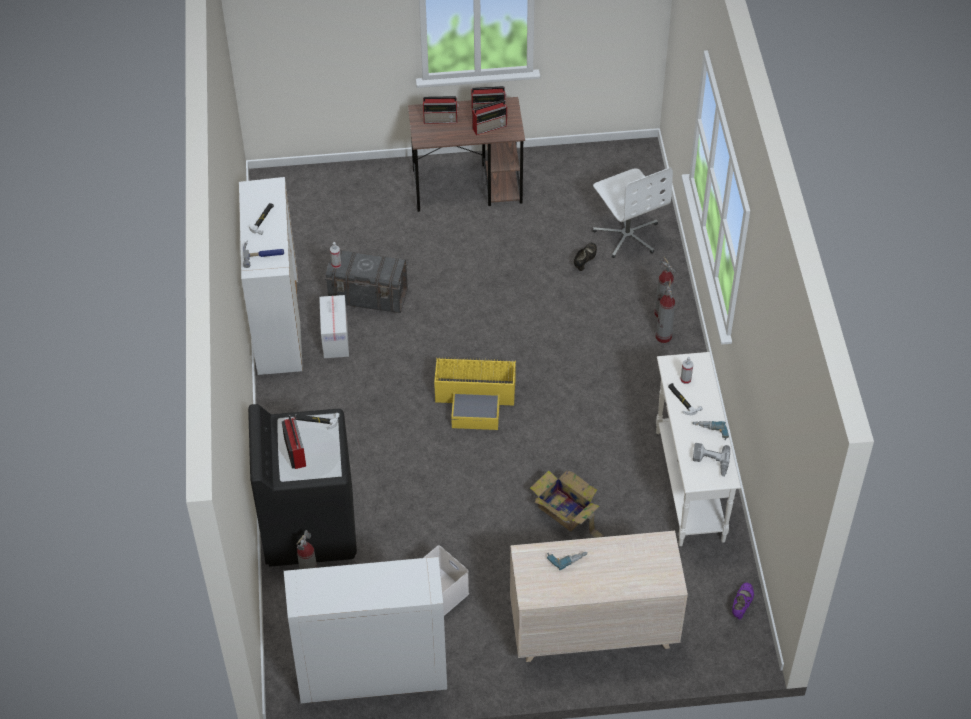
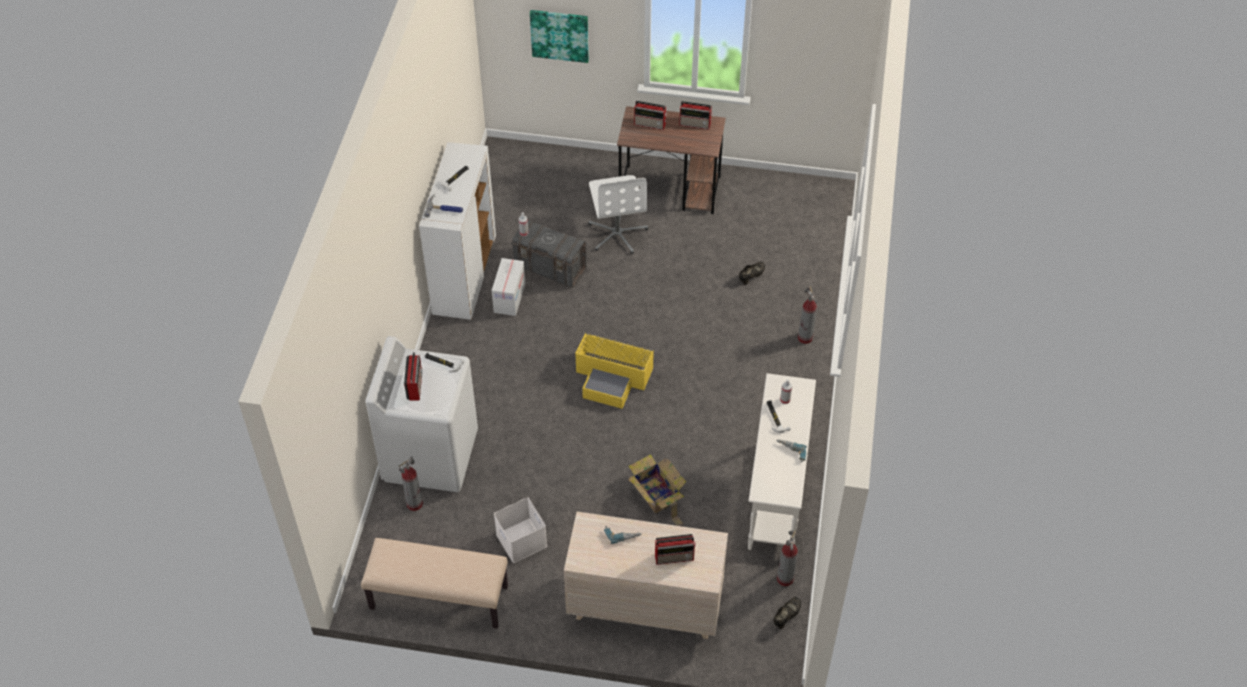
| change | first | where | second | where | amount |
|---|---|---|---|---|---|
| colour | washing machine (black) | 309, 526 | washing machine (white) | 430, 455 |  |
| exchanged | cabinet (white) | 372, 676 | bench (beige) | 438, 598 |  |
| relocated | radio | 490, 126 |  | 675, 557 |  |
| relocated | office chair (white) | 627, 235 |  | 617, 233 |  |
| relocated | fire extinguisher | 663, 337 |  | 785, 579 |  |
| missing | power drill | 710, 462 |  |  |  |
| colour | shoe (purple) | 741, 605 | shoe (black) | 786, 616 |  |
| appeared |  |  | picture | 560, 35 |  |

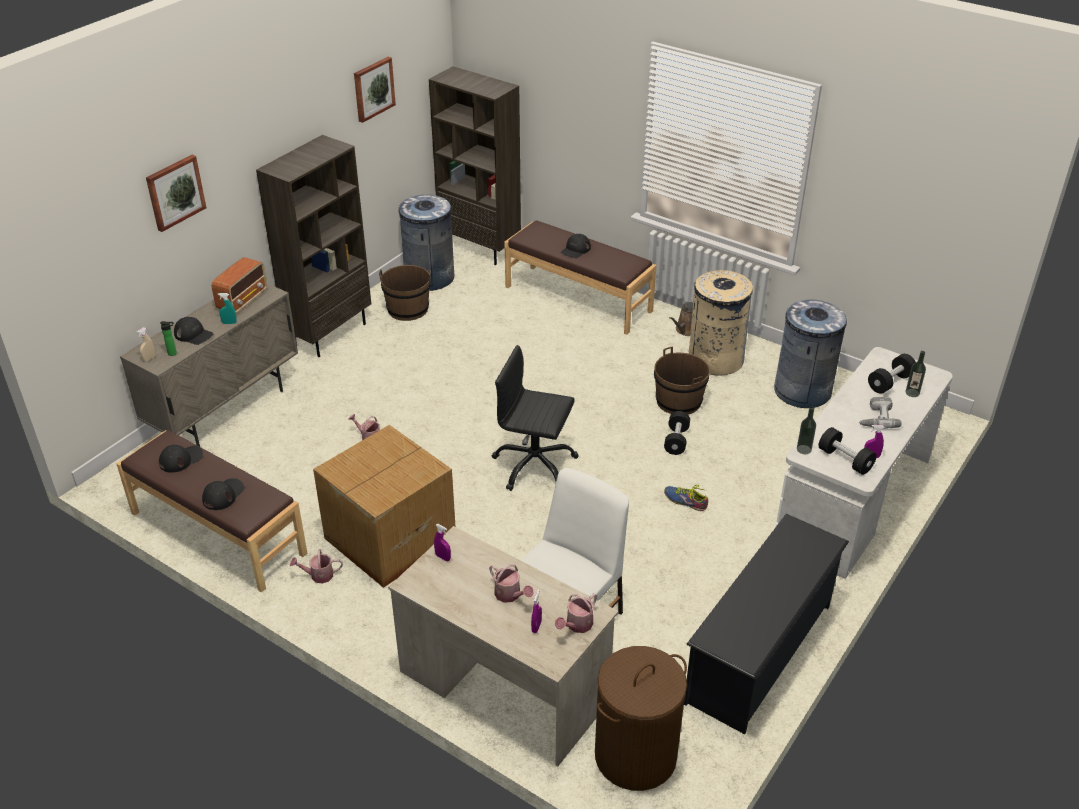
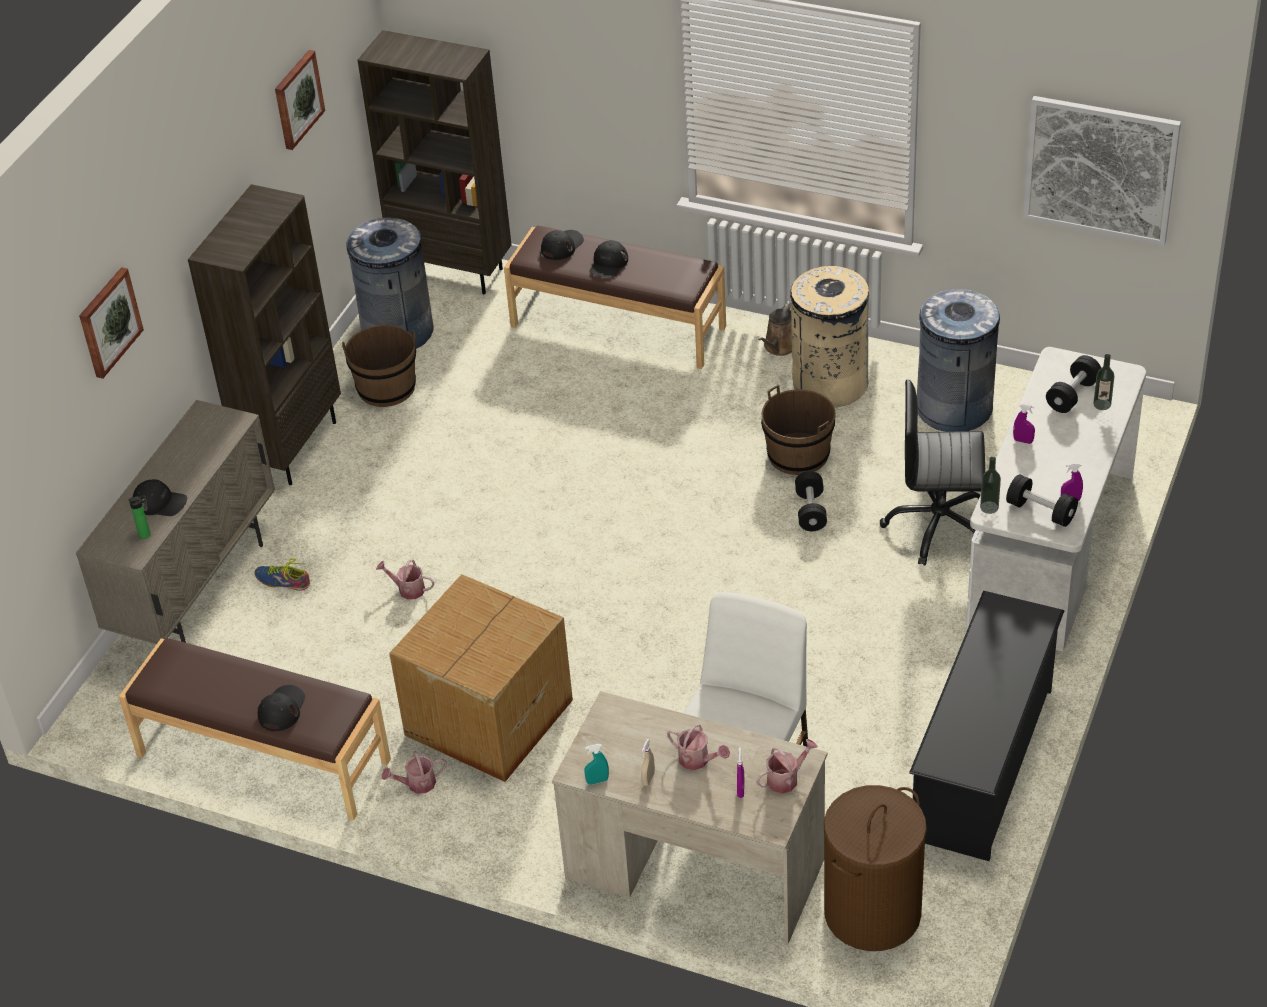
| change | first | where | second | where | amount |
|---|---|---|---|---|---|
| relocated | spray bottle (beige) | 149, 359 |  | 648, 779 |  |
| relocated | cap (black) | 181, 459 |  | 562, 246 |  |
| missing | radio | 243, 300 |  |  |  |
| relocated | spray bottle (turquoise) | 229, 323 |  | 597, 781 |  |
| relocated | spray bottle (purple) | 443, 557 |  | 1023, 441 |  |
| relocated | office chair (black) | 534, 466 |  | 938, 527 |  |
| spun | watering can | 577, 625 |  | 786, 778 | 150 degrees counterclockwise |
| relocated | shoe | 685, 501 |  | 283, 581 |  |
| missing | power drill | 875, 417 |  |  |  |
| appeared |  |  | picture | 1100, 169 |  |

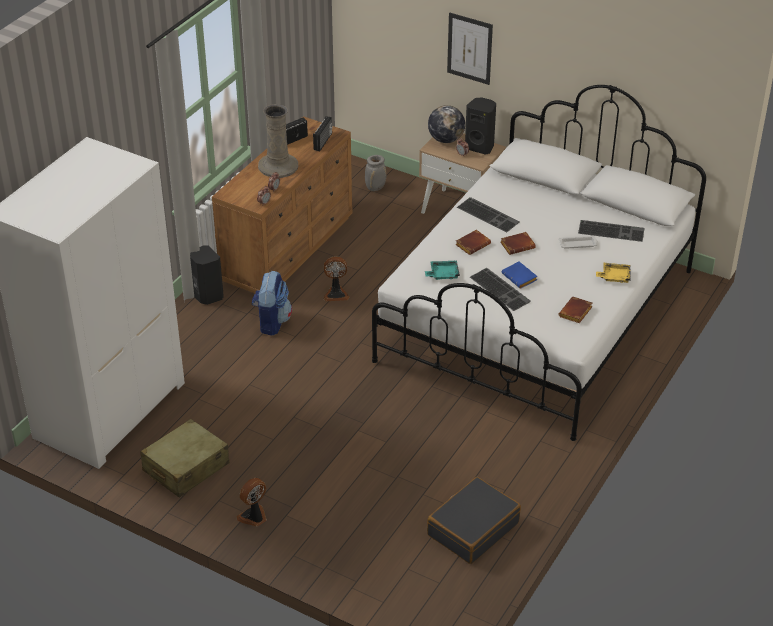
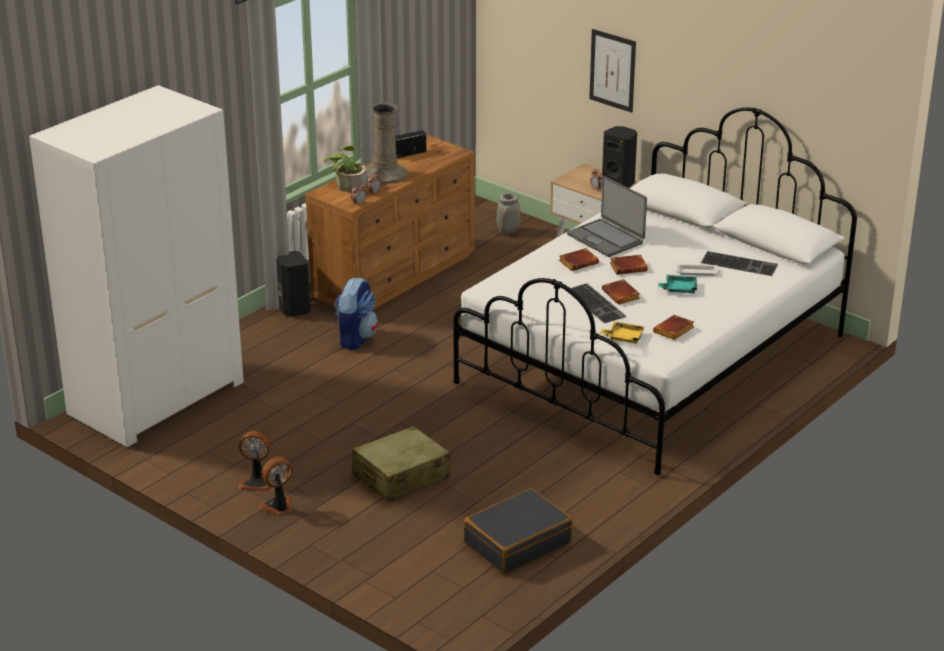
| change | first | where | second | where | amount |
|---|---|---|---|---|---|
| relocated | suitcase (beige) | 185, 467 |  | 400, 477 |  |
| missing | radio | 323, 141 |  |  |  |
| relocated | fan | 336, 294 |  | 257, 482 |  |
| relocated | tray (turquoise) | 443, 274 |  | 679, 289 |  |
| missing | globe | 446, 140 |  |  |  |
| exchanged | keyboard | 489, 214 | laptop | 606, 239 |  |
| colour | book (blue) | 520, 278 | book (brown) | 622, 295 |  |
| relocated | tray (yellow) | 614, 277 |  | 623, 337 |  |
| appeared |  |  | potted plant | 347, 185 |  |

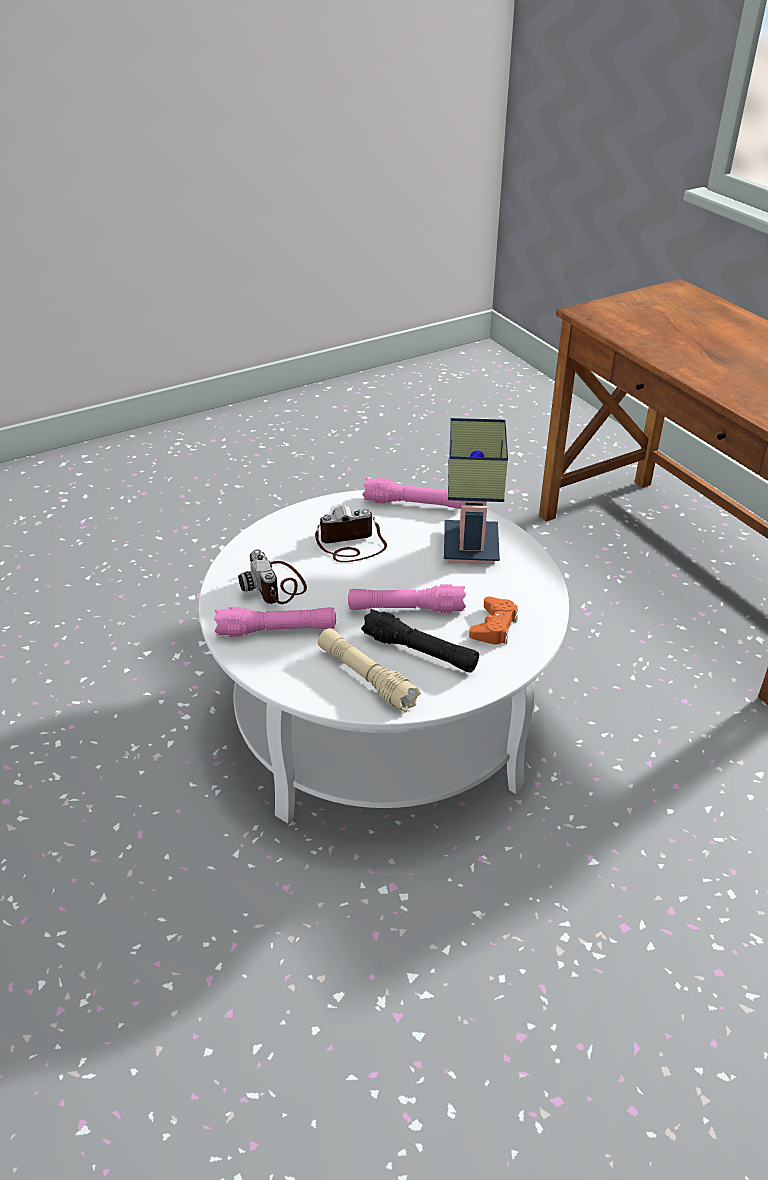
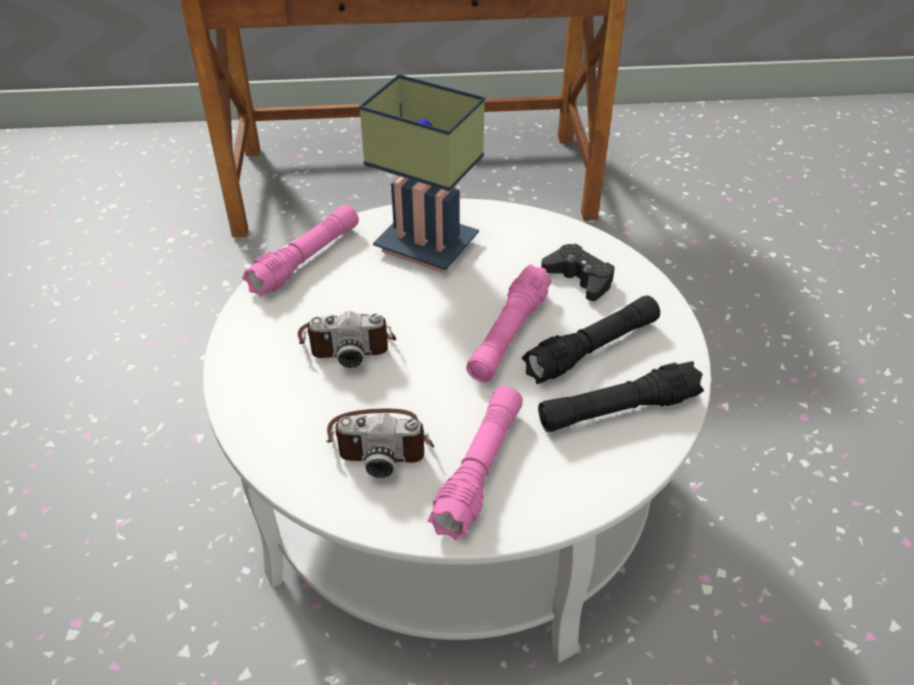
| change | first | where | second | where | amount |
|---|---|---|---|---|---|
| spun | photo camera | 351, 545 |  | 347, 341 | 105 degrees counterclockwise |
| colour | flashlight (beige) | 366, 678 | flashlight (black) | 617, 410 |  |
| colour | game controller (orange) | 494, 627 | game controller (black) | 579, 279 |  |

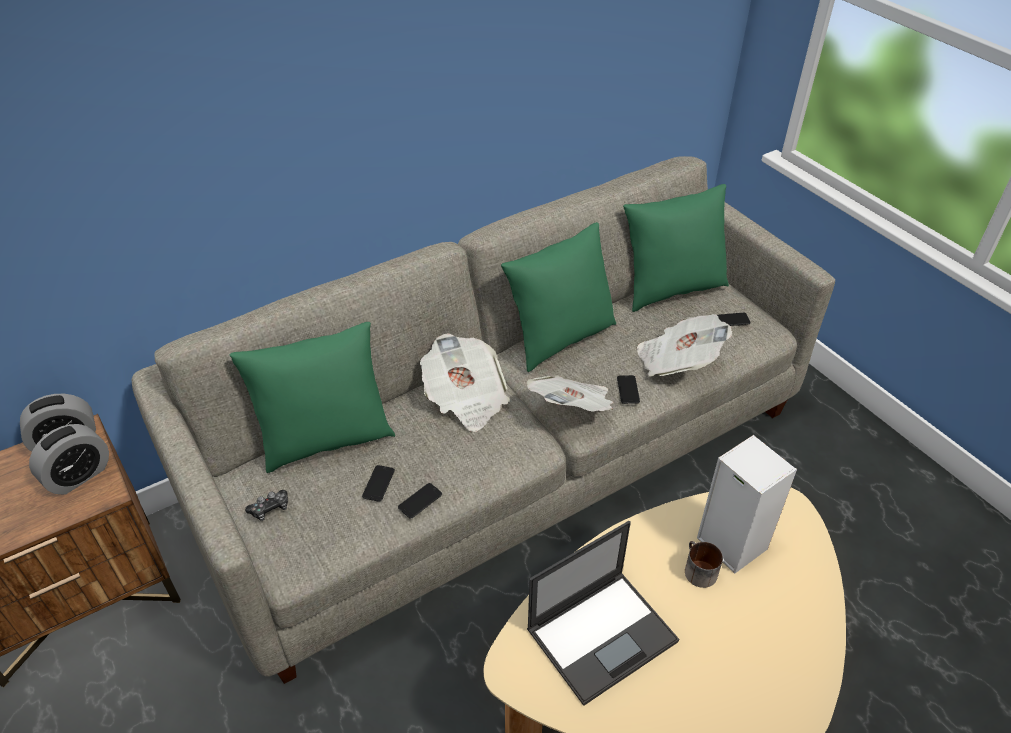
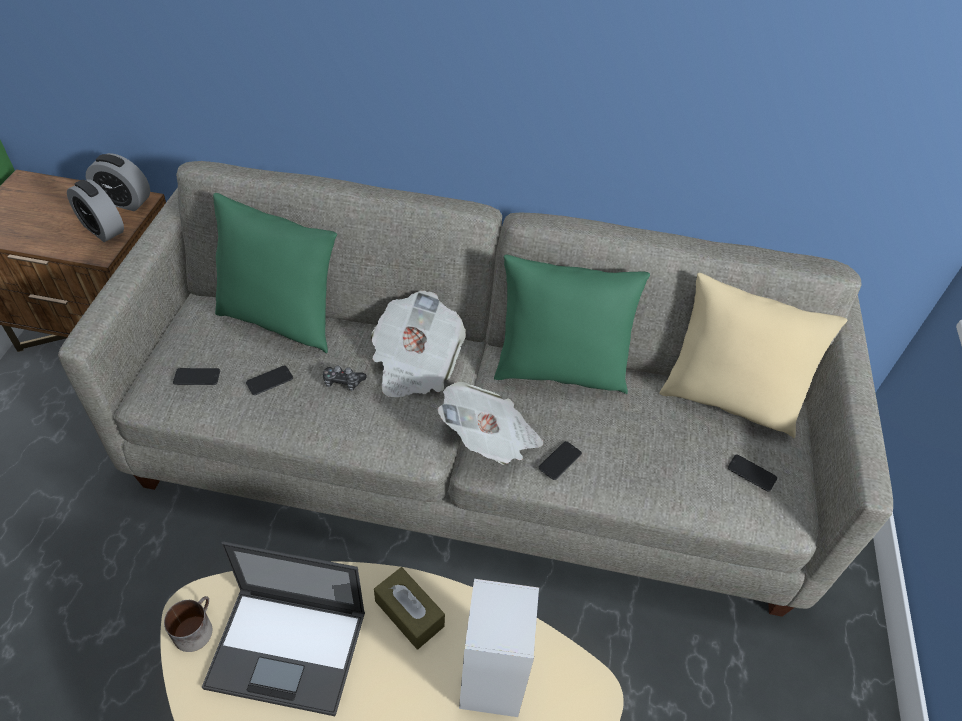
| change | first | where | second | where | amount |
|---|---|---|---|---|---|
| spun | alarm clock | 79, 476 |  | 102, 229 | 45 degrees clockwise |
| relocated | game controller | 270, 509 |  | 343, 382 |  |
| relocated | phone | 420, 501 |  | 197, 377 |  |
| colour | pillow (green) | 671, 289 | pillow (beige) | 727, 399 |  |
| missing | newspaper | 677, 361 |  |  |  |
| relocated | mug | 697, 570 |  | 195, 627 |  |
| appeared |  |  | tissue box (brown) | 409, 613 |  |

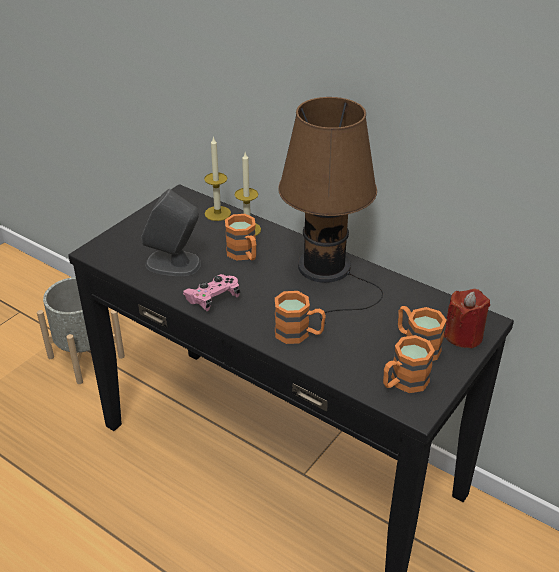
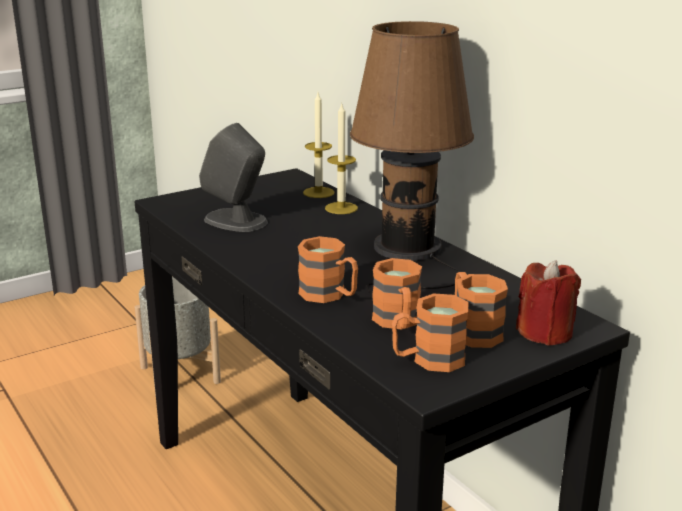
| change | first | where | second | where | amount |
|---|---|---|---|---|---|
| missing | game controller (pink) | 213, 298 |  |  |  |
| relocated | mug (orange) | 244, 255 |  | 398, 323 |  |

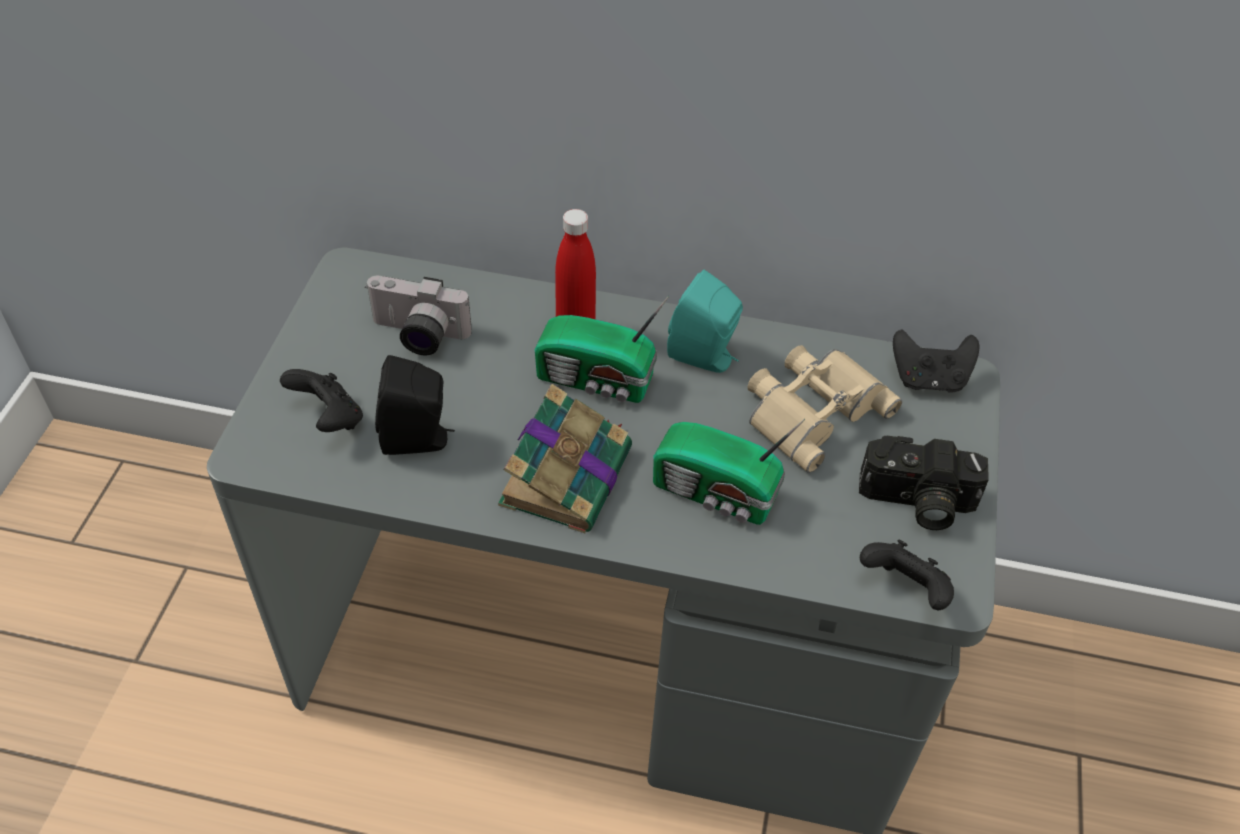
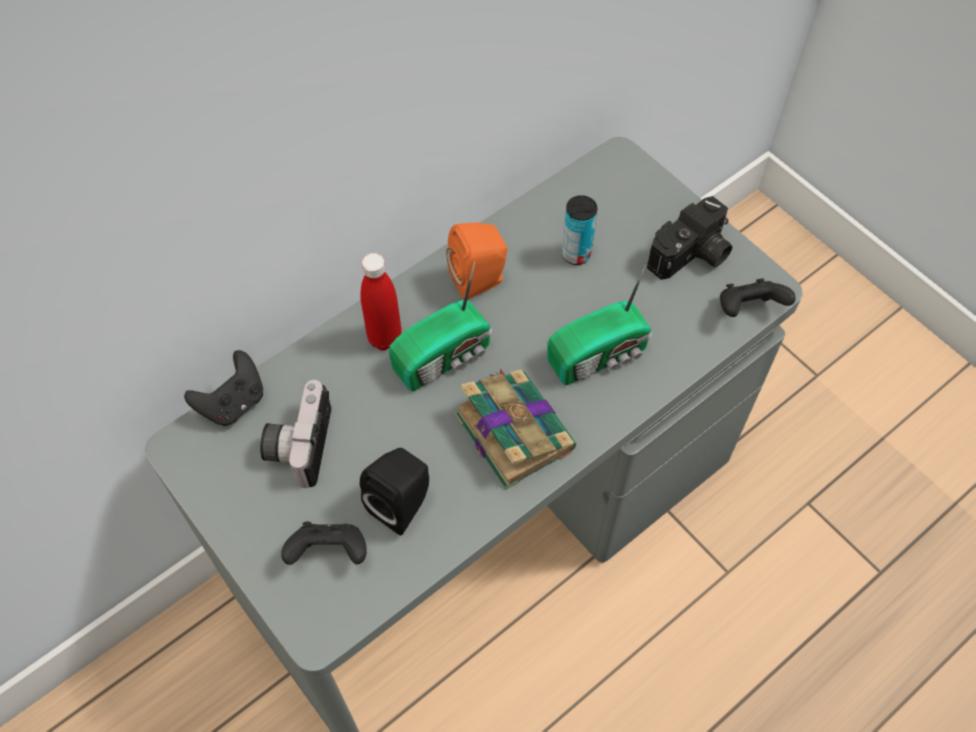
| change | first | where | second | where | amount |
|---|---|---|---|---|---|
| spun | photo camera | 417, 336 |  | 298, 443 | 135 degrees clockwise |
| colour | speaker (turquoise) | 705, 357 | speaker (orange) | 480, 281 |  |
| exchanged | binoculars (beige) | 812, 409 | can | 576, 254 |  |
| relocated | game controller (black) | 928, 379 |  | 233, 403 |  |

